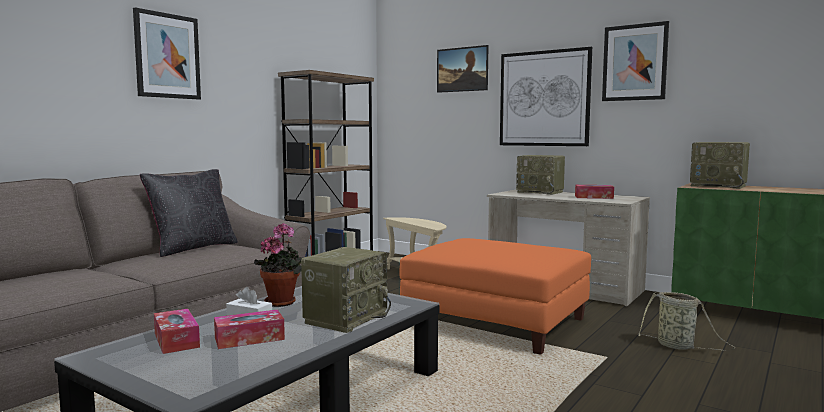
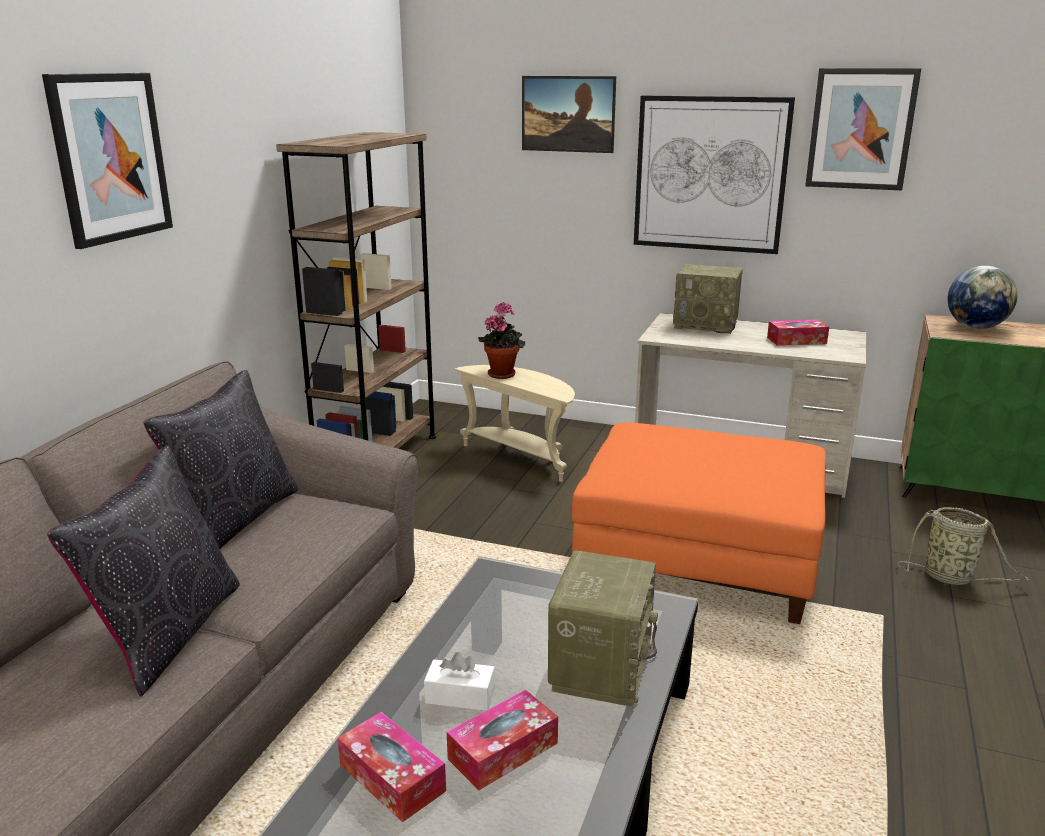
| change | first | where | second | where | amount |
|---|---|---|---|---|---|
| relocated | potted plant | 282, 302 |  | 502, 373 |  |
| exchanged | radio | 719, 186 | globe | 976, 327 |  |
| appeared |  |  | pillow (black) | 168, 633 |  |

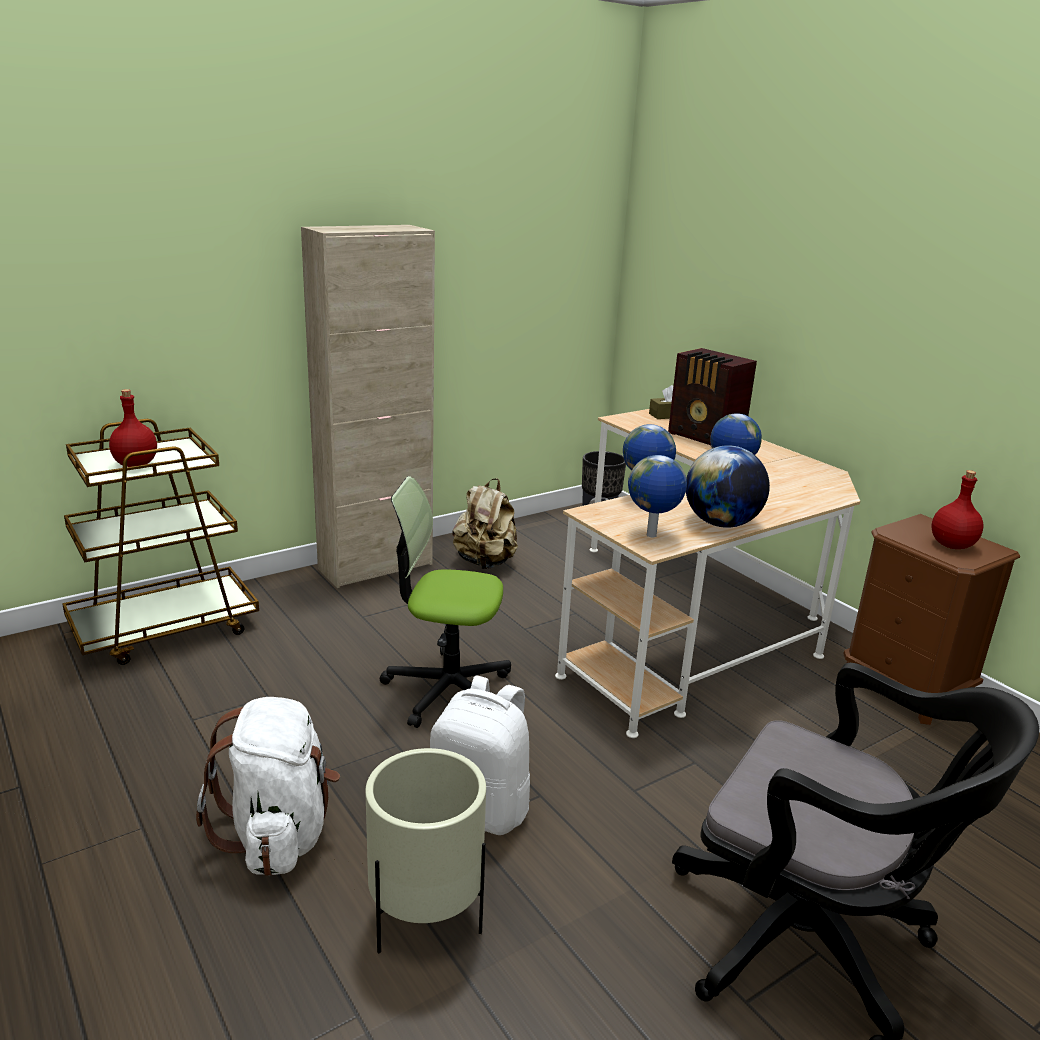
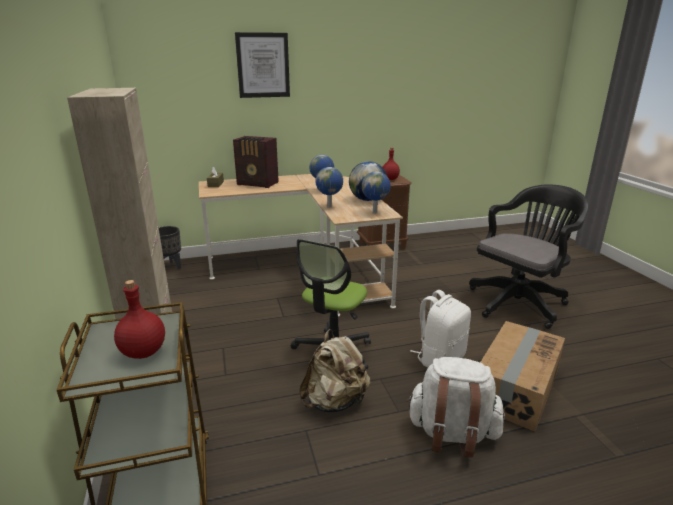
| change | first | where | second | where | amount |
|---|---|---|---|---|---|
| exchanged | planter (beige) | 425, 918 | cardboard box | 514, 387 |  |
| relocated | backpack (beige) | 485, 562 |  | 335, 402 |  |
| spun | radio | 706, 438 |  | 258, 184 | 45 degrees clockwise |
| appeared |  |  | picture | 263, 65 |  |

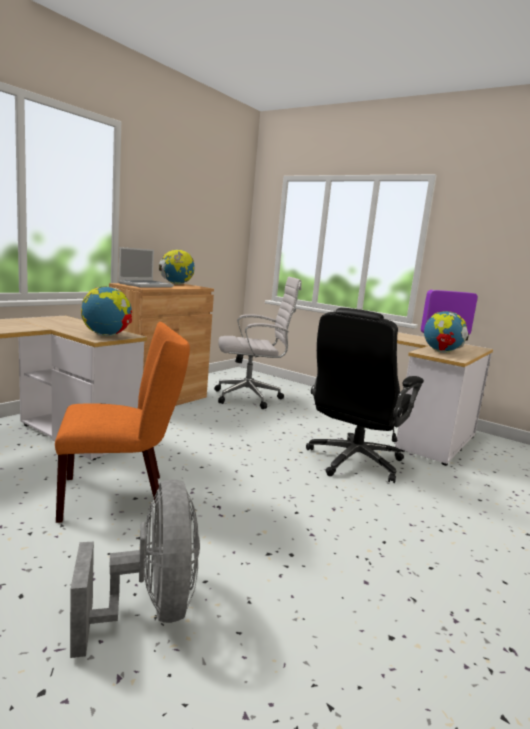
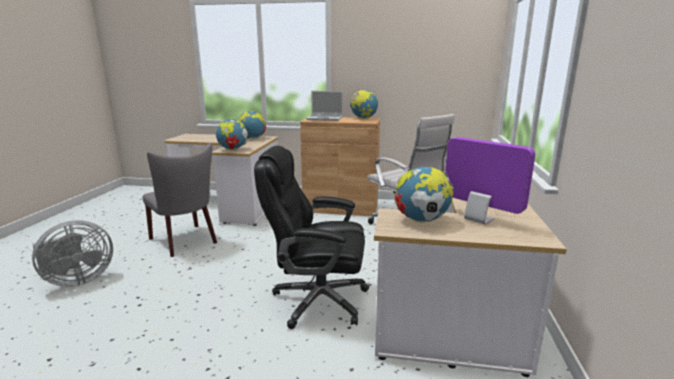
| change | first | where | second | where | amount |
|---|---|---|---|---|---|
| colour | chair (orange) | 121, 495 | chair (grey) | 186, 242 |  |
| appeared |  |  | globe | 253, 138 |  |

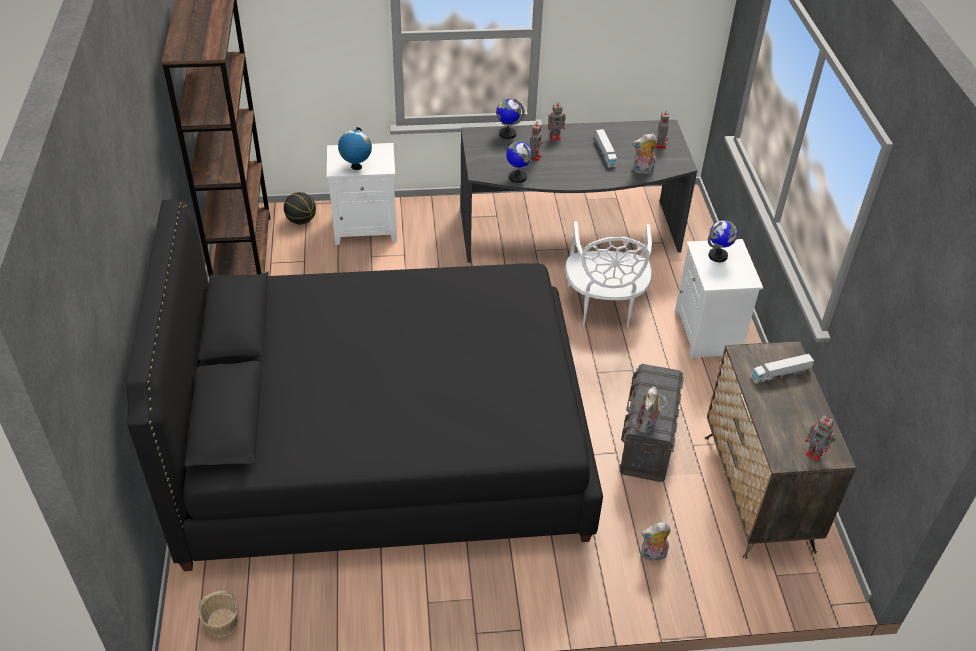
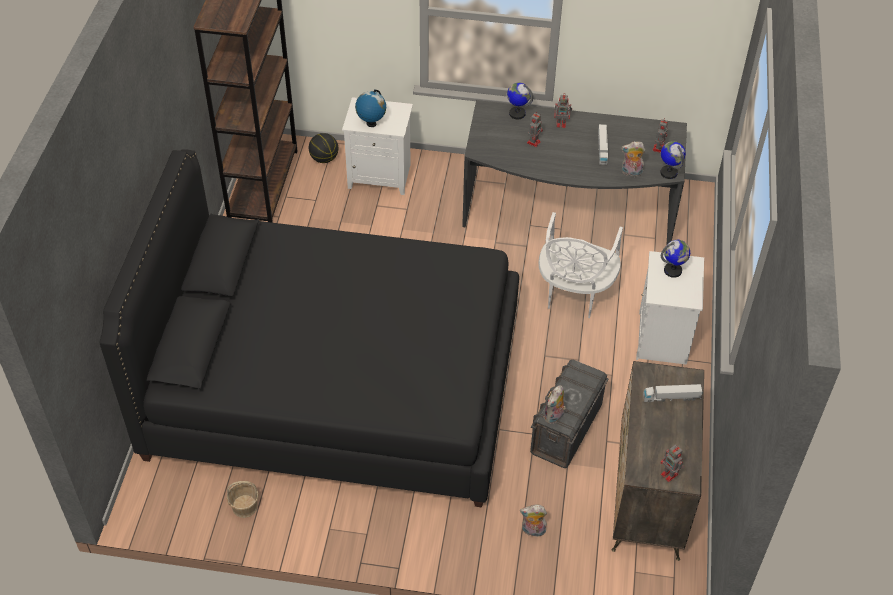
| change | first | where | second | where | amount |
|---|---|---|---|---|---|
| relocated | basket | 222, 623 |  | 244, 506 |  |
| relocated | globe | 517, 177 |  | 668, 172 |  |

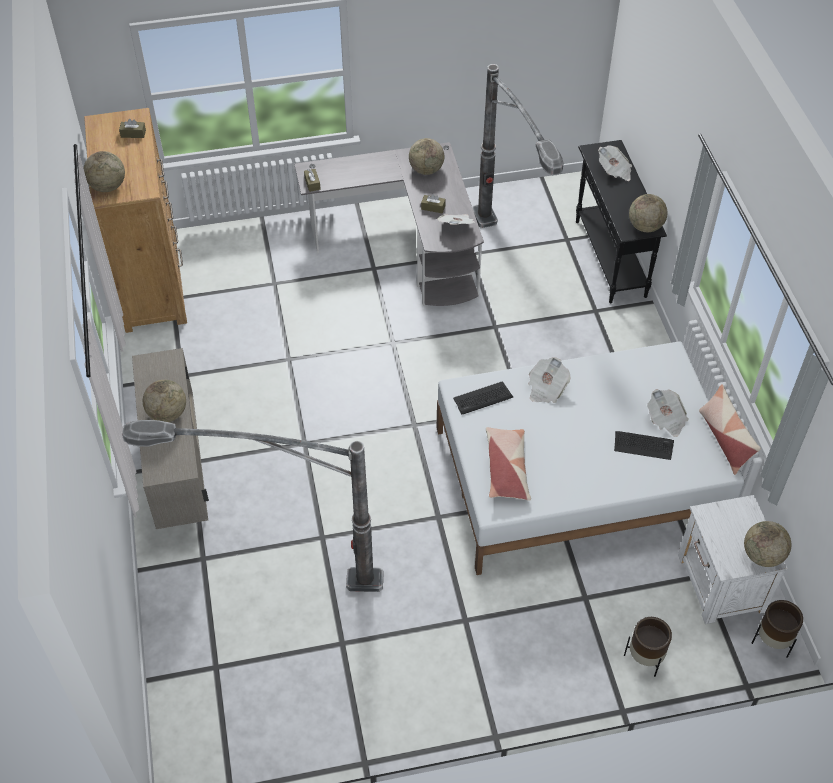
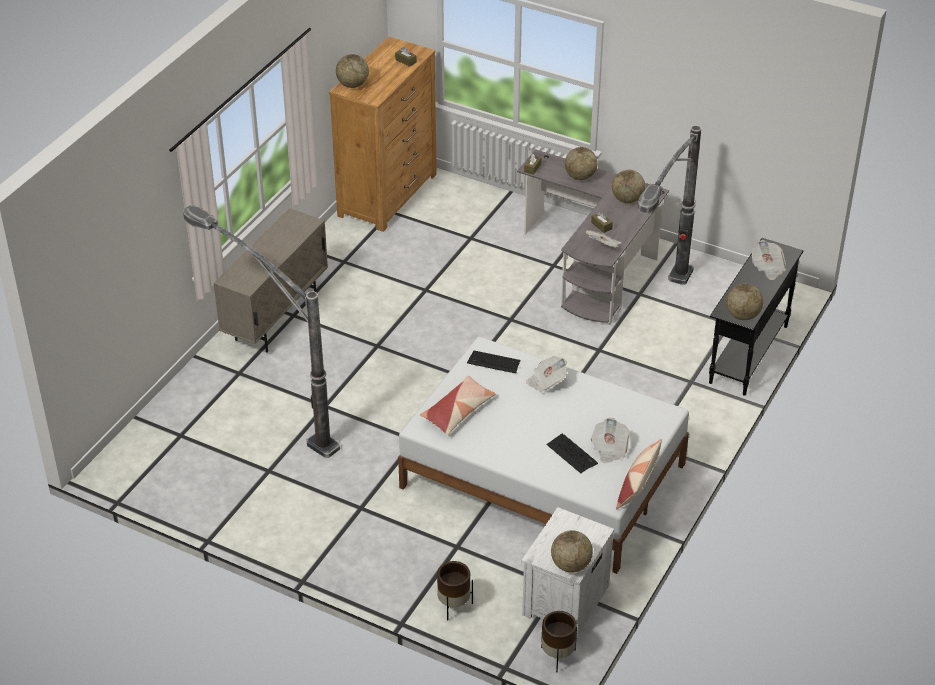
| change | first | where | second | where | amount |
|---|---|---|---|---|---|
| relocated | globe | 167, 414 |  | 580, 176 |  |

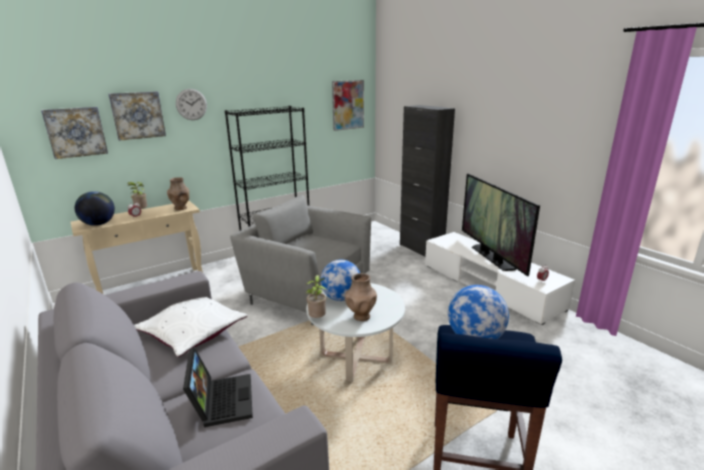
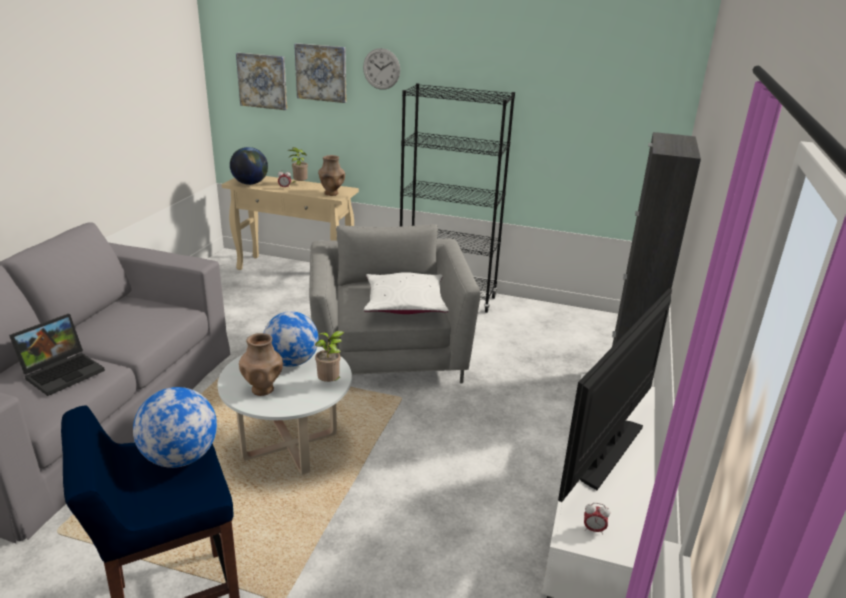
| change | first | where | second | where | amount |
|---|---|---|---|---|---|
| relocated | pillow (white) | 192, 331 |  | 404, 303 |  |
| relocated | potted plant | 317, 319 |  | 330, 383 |  |
| missing | picture | 348, 105 |  |  |  |

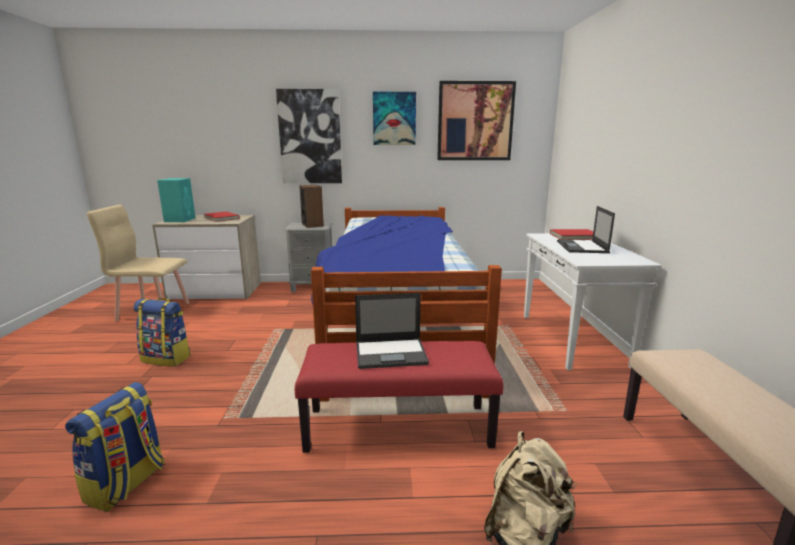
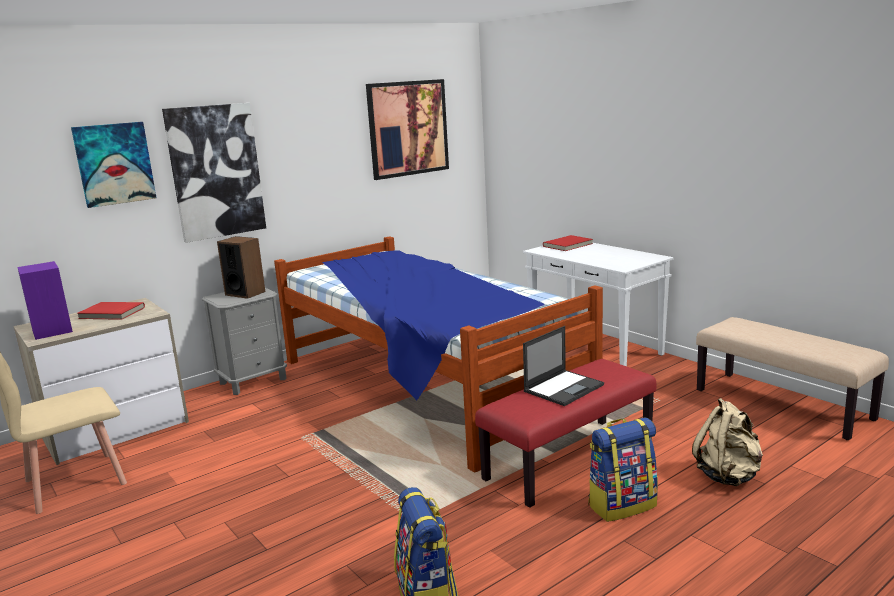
| change | first | where | second | where | amount |
|---|---|---|---|---|---|
| relocated | backpack | 167, 358 |  | 621, 505 |  |
| colour | speaker (turquoise) | 180, 220 | speaker (purple) | 52, 330 |  |
| relocated | picture | 394, 118 |  | 114, 164 |  |
| missing | laptop | 582, 247 |  |  |  |

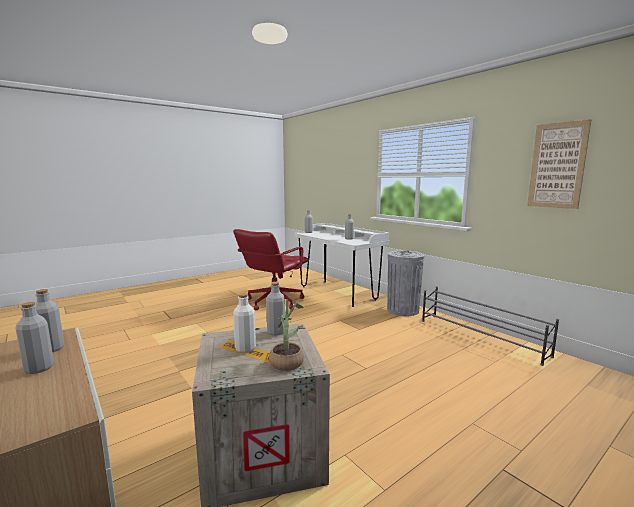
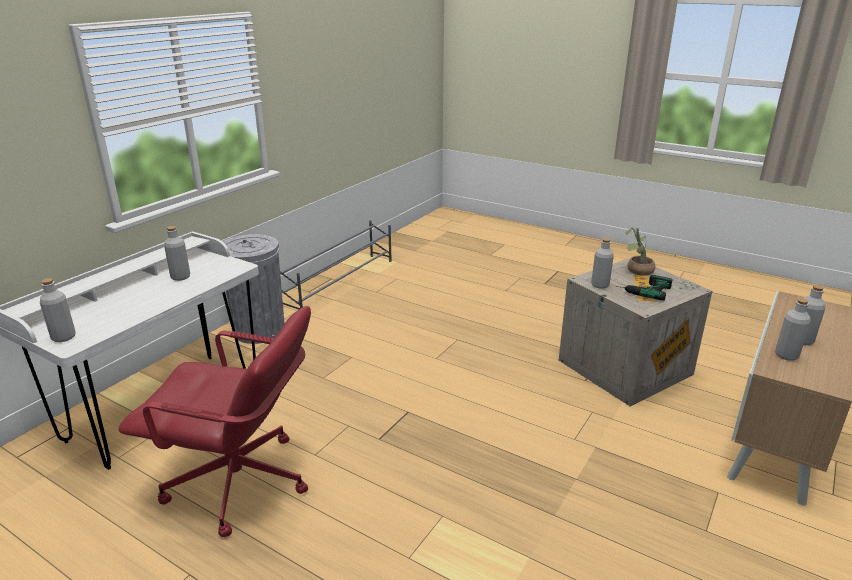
| change | first | where | second | where | amount |
|---|---|---|---|---|---|
| exchanged | bottle (white) | 245, 348 | power drill | 643, 289 |  |
| missing | picture | 557, 165 |  |  |  |

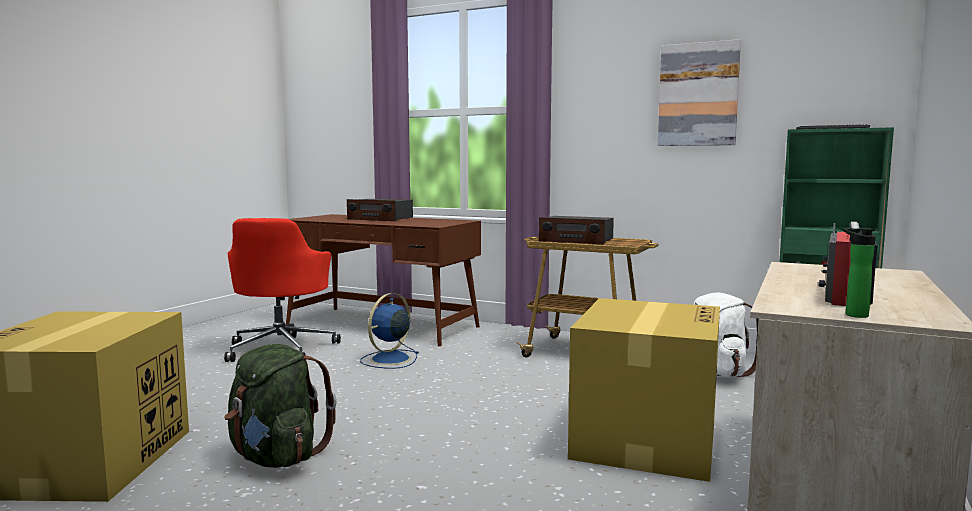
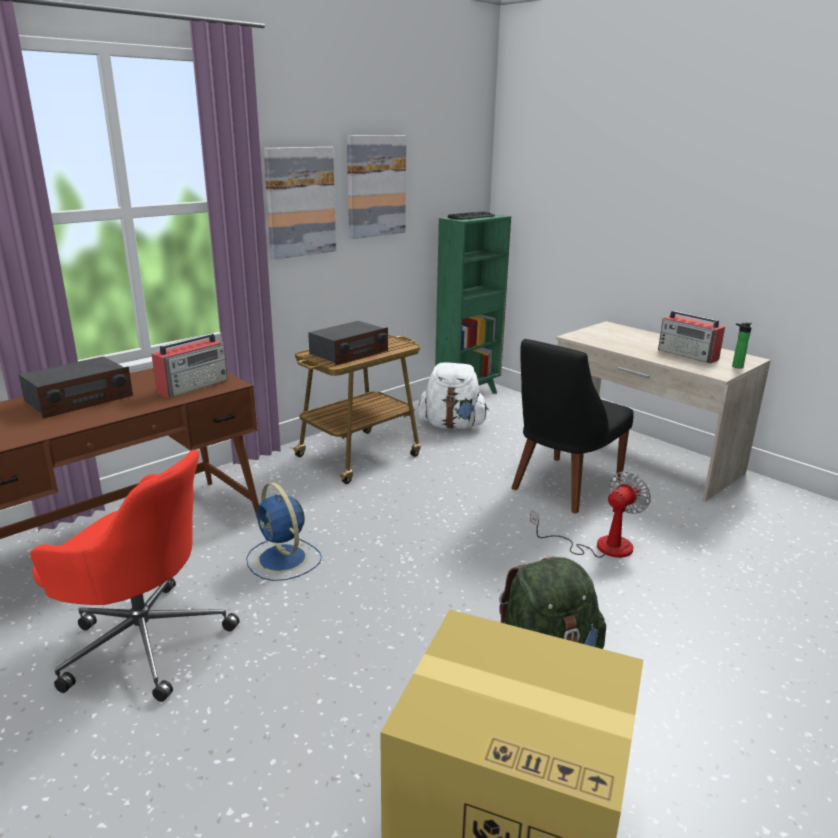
| change | first | where | second | where | amount |
|---|---|---|---|---|---|
| exchanged | cardboard box | 645, 438 | chair (black) | 563, 486 |  |
| appeared |  |  | radio | 194, 386 |  |
| appeared |  |  | picture | 300, 202 |  |
| appeared |  |  | fan | 600, 546 |  |

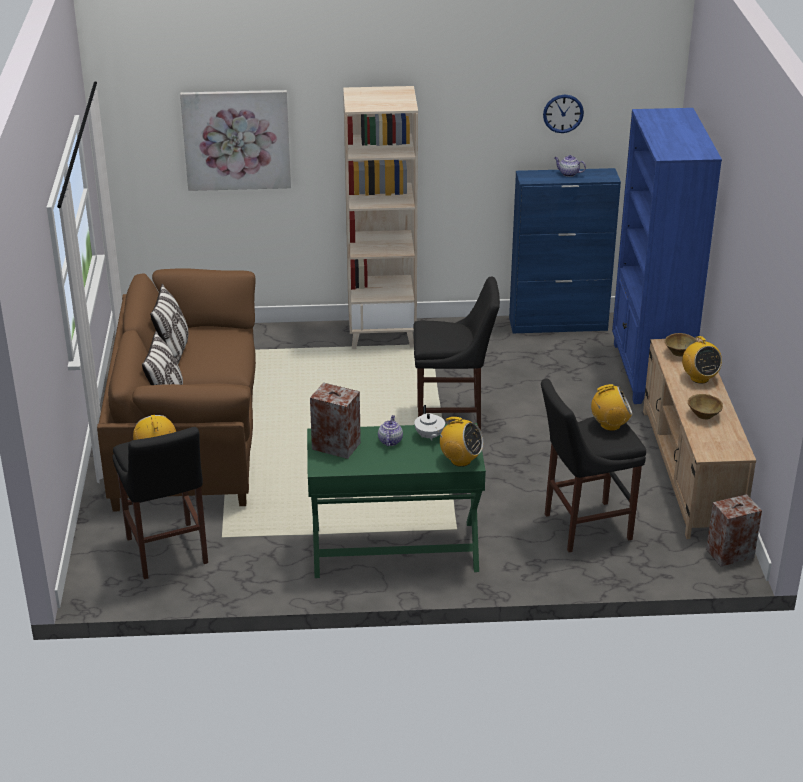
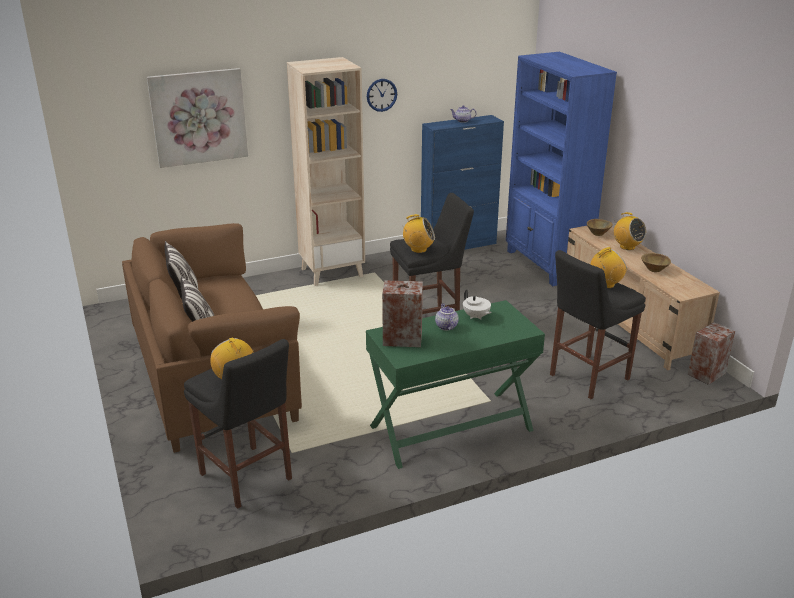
| change | first | where | second | where | amount |
|---|---|---|---|---|---|
| relocated | radio | 460, 460 |  | 418, 249 |  |
| relocated | wall clock | 563, 113 |  | 381, 95 |  |

